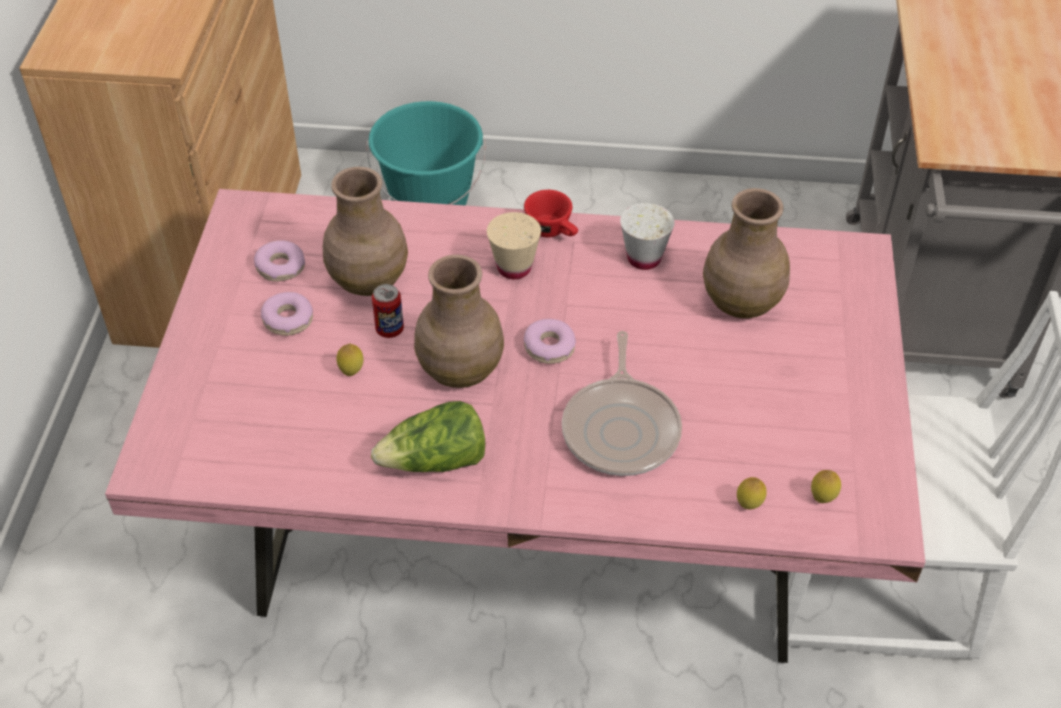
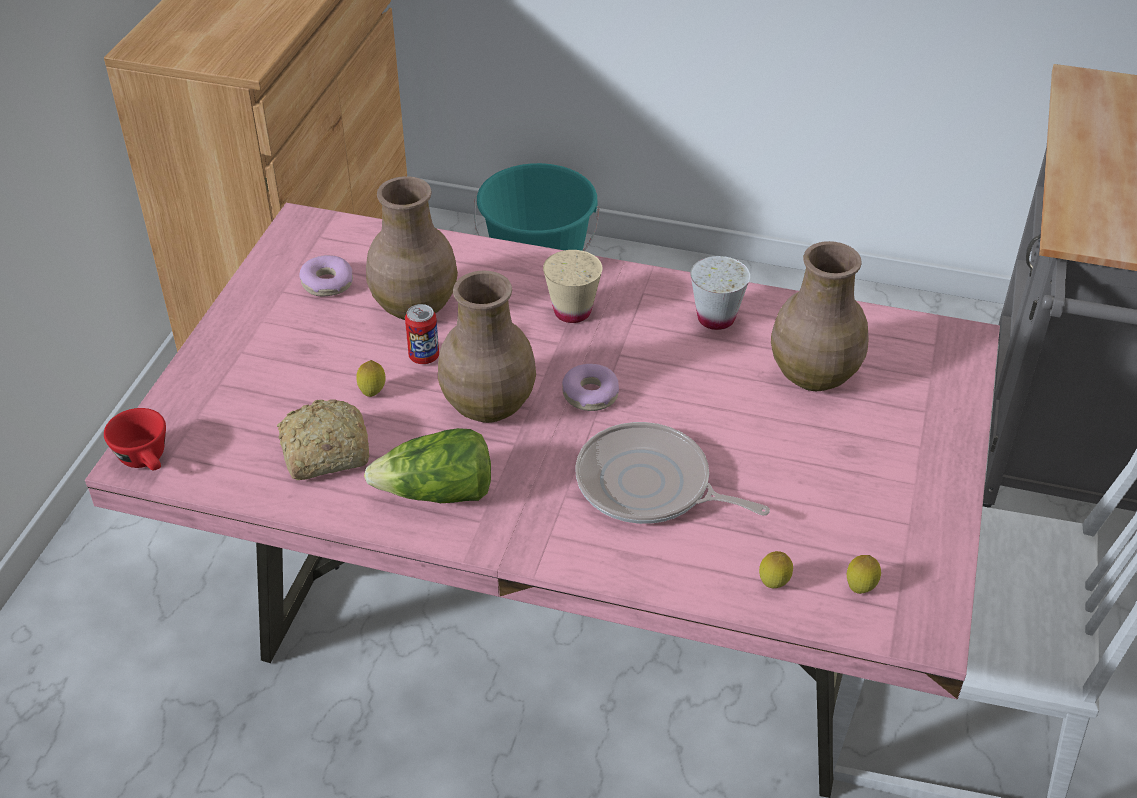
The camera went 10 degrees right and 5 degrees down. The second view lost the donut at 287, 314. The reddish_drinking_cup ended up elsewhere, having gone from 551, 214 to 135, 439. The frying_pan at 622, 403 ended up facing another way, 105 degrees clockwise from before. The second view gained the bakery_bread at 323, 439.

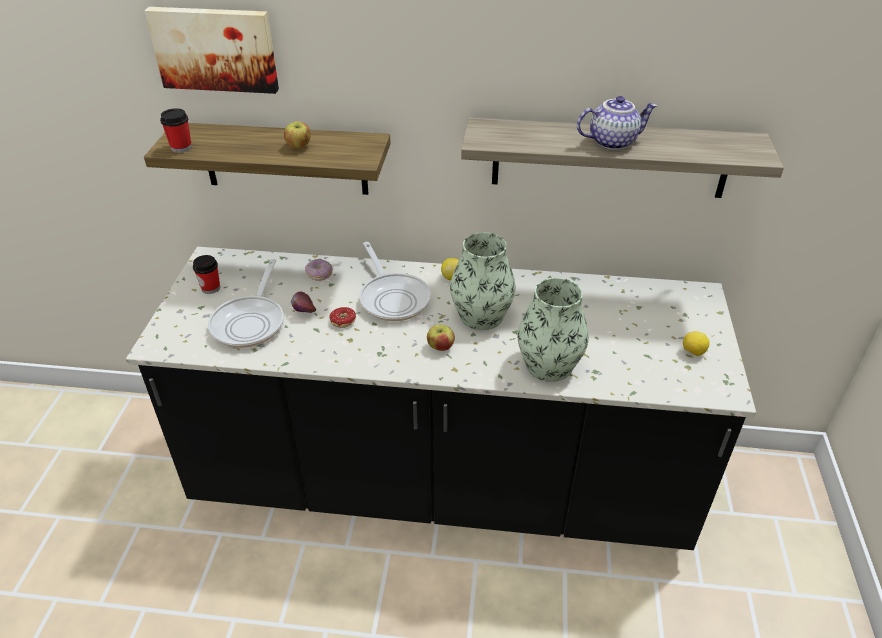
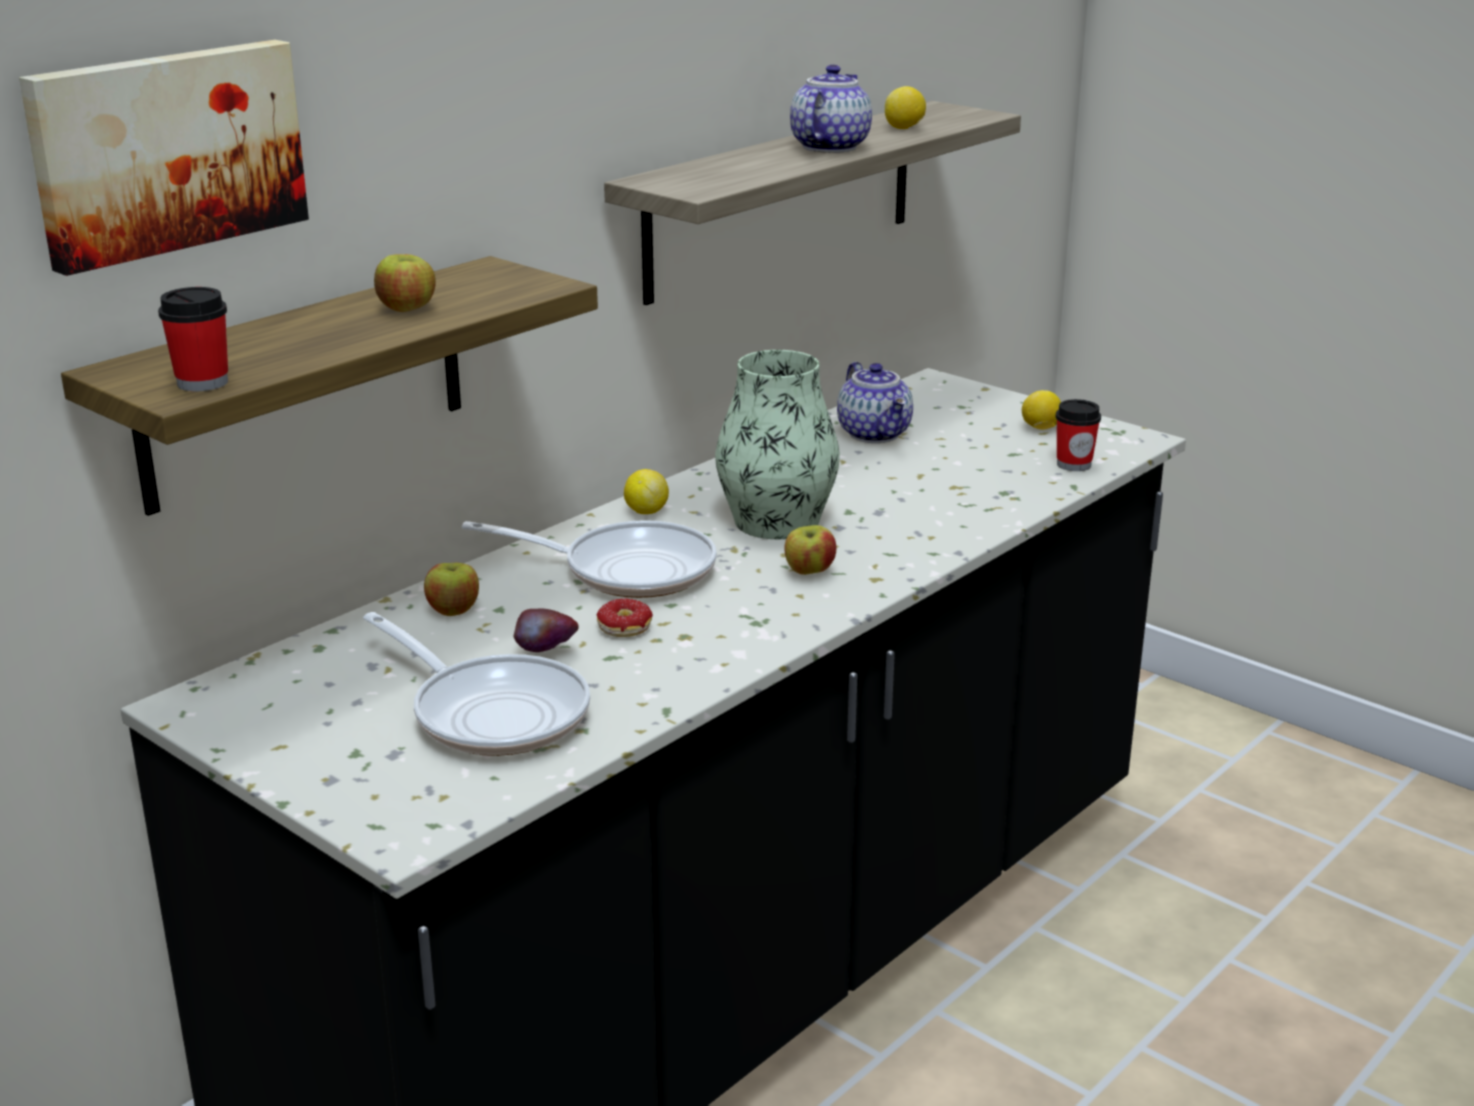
The camera went 55 degrees left and 15 degrees down. The drinking_cup ended up elsewhere, having gone from 206, 274 to 1078, 435. Where the donut stood at 319, 270, the whole_apple came to stand at 451, 589. The second view lost the vase at 553, 330. The second view gained the teapot at 875, 402. The second view gained the whole_lemon at 905, 107.

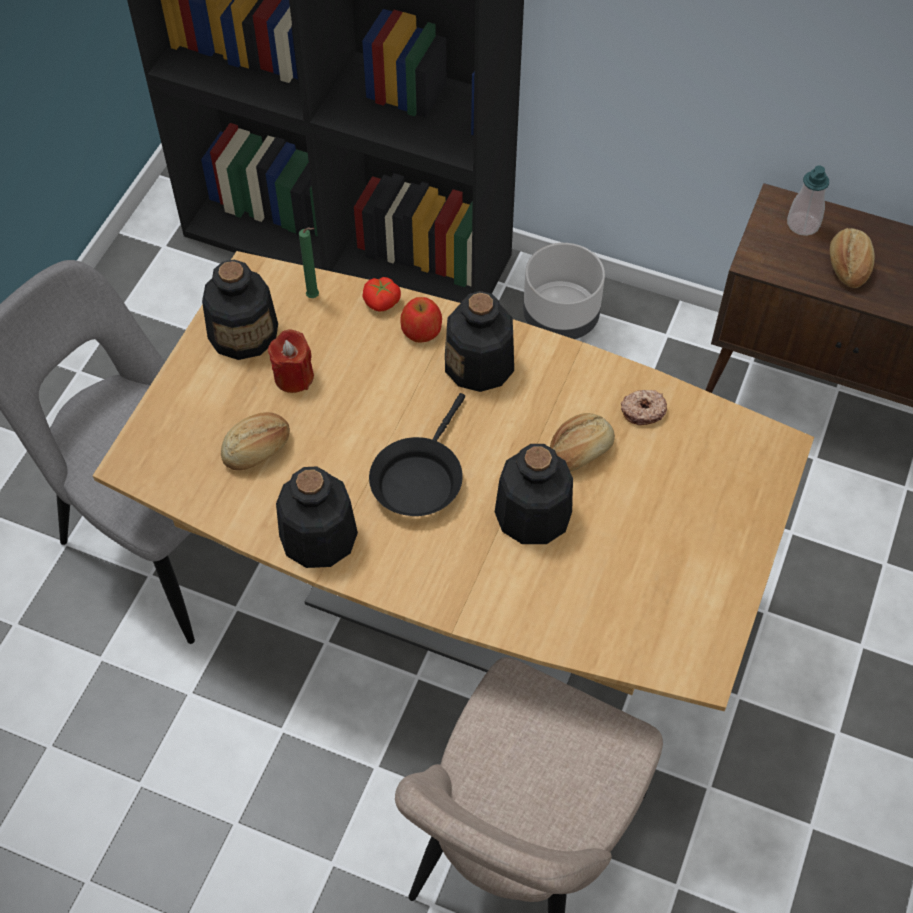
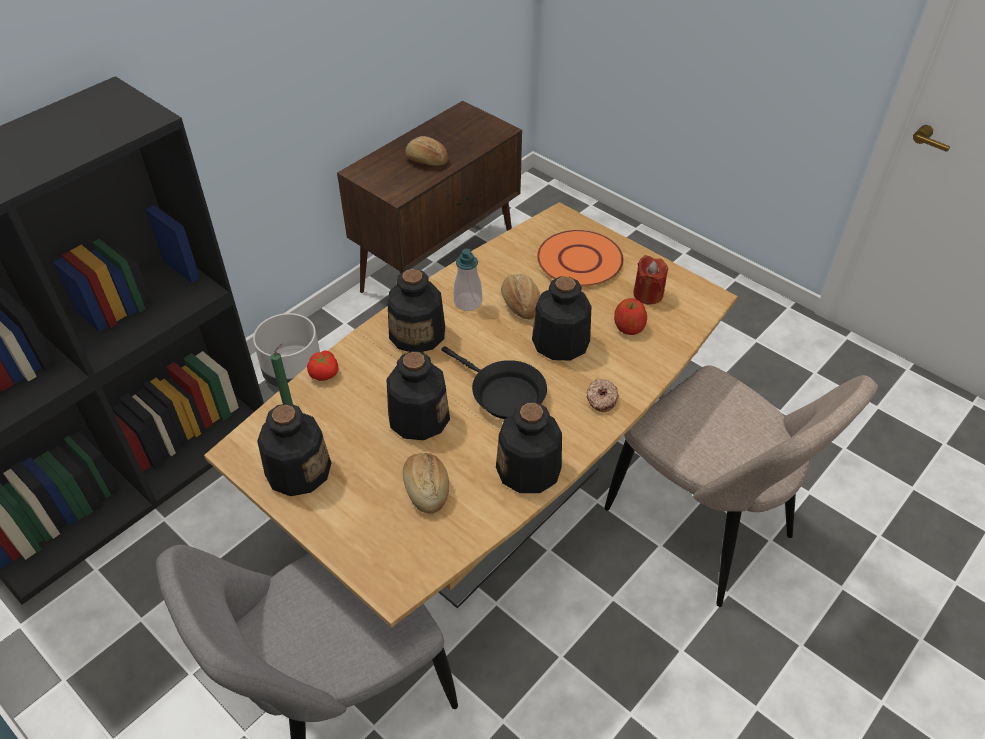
The camera went 70 degrees left and 10 degrees down. The reddish_wax_candle ended up elsewhere, having gone from 291, 361 to 650, 279. The whole_apple ended up elsewhere, having gone from 421, 320 to 630, 316. The donut ended up elsewhere, having gone from 644, 407 to 603, 395. The soap_bottle ended up elsewhere, having gone from 808, 201 to 468, 279. The second view gained the beverage_bottle at 418, 395. The second view gained the orangey_dinner_plate at 580, 258.

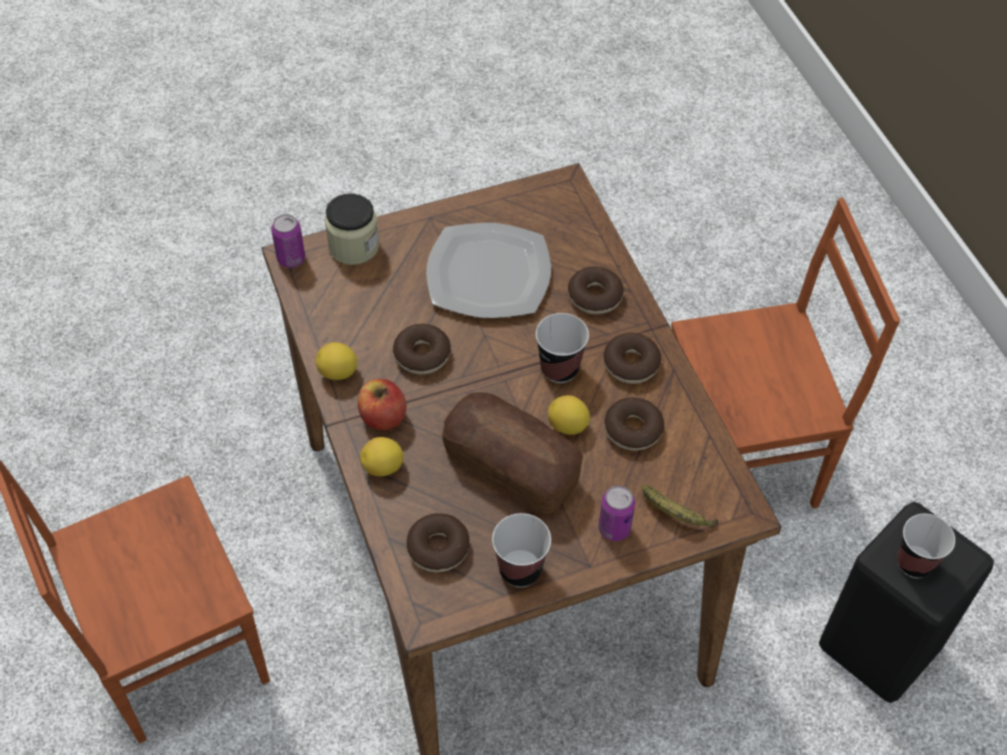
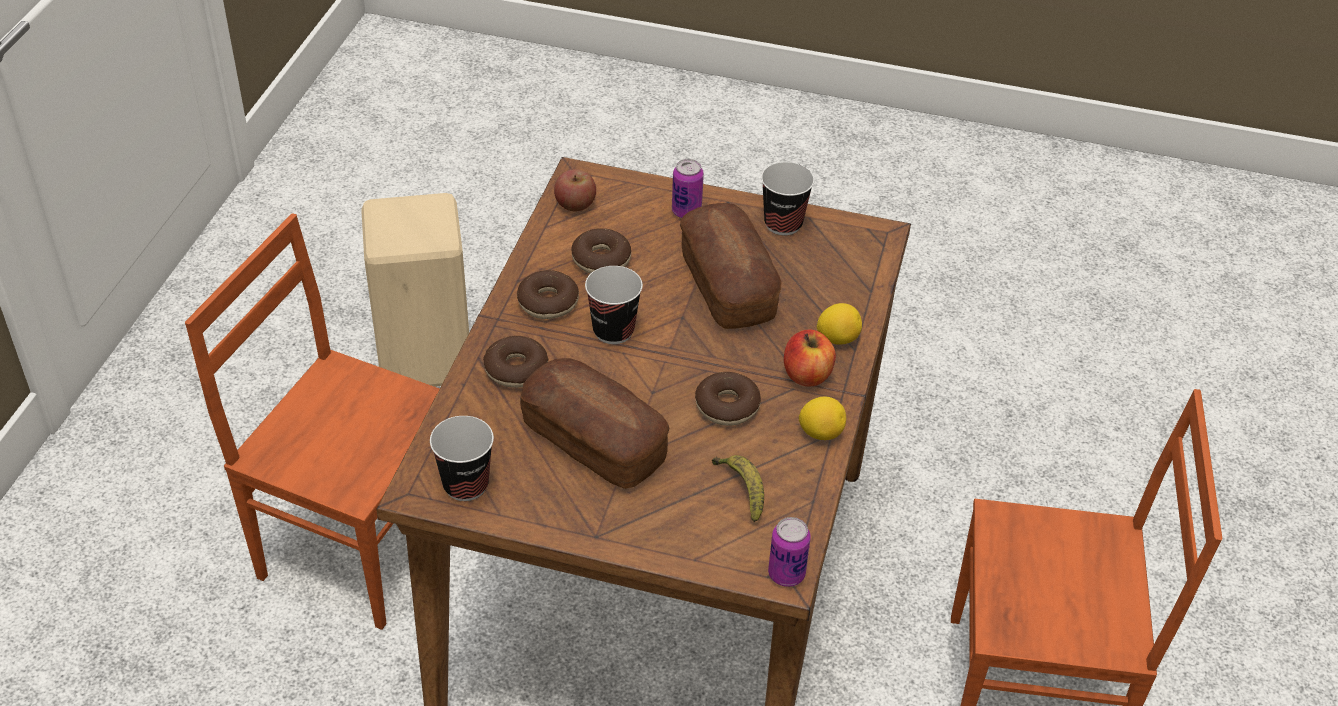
The camera went 145 degrees left and 10 degrees down. The second view lost the storage_jar at 352, 229. The second view lost the donut at 438, 542. Where the dinner_plate stood at 488, 270, the bakery_bread came to stand at 594, 423. The second view lost the whole_lemon at 569, 415. The banana_fruit ended up elsewhere, having gone from 680, 506 to 738, 488. What was the black_stool at 906, 602 turned into the beige_stool at 415, 290. The drinking_cup ended up elsewhere, having gone from 926, 546 to 462, 458. The second view gained the whole_apple at 575, 190.

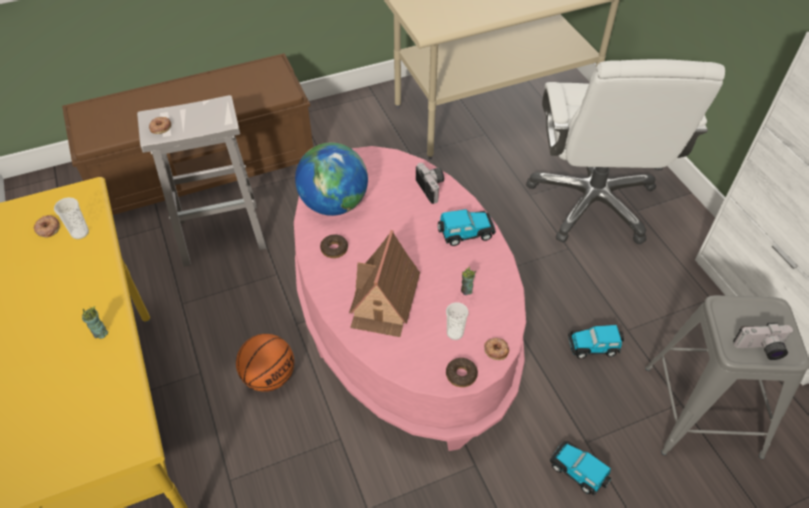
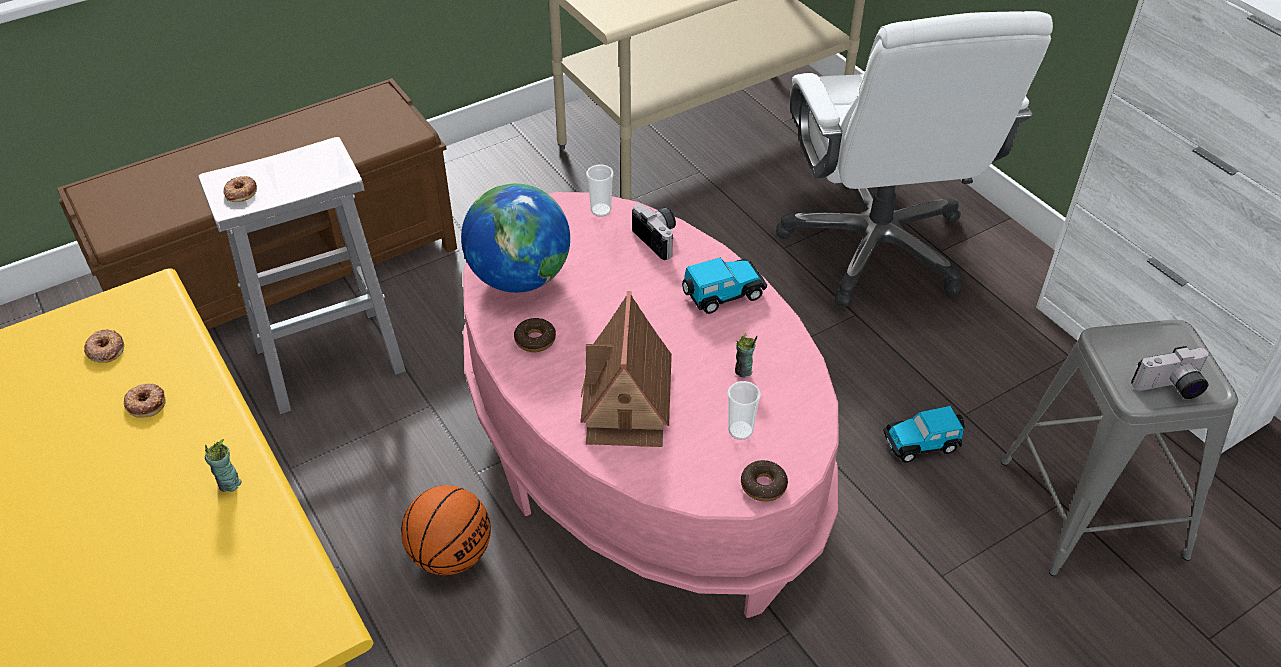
The camera went 10 degrees left and 5 degrees down. The drinking_cup ended up elsewhere, having gone from 71, 218 to 600, 191. The donut ended up elsewhere, having gone from 496, 349 to 145, 401. The second view lost the toy_car at 580, 468.

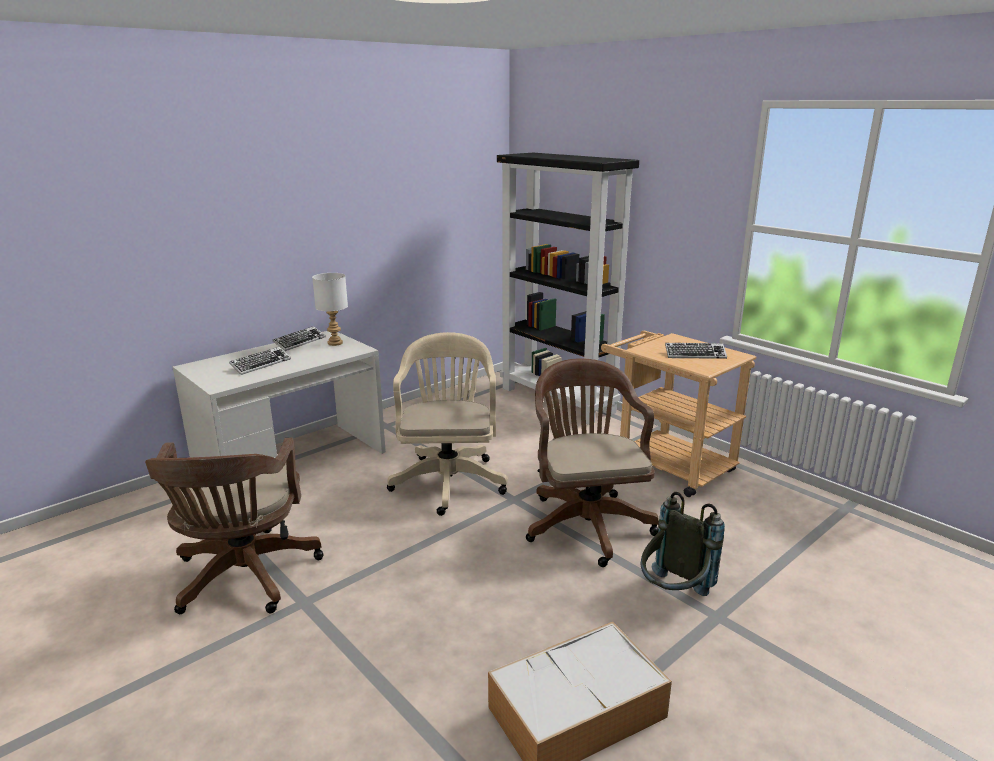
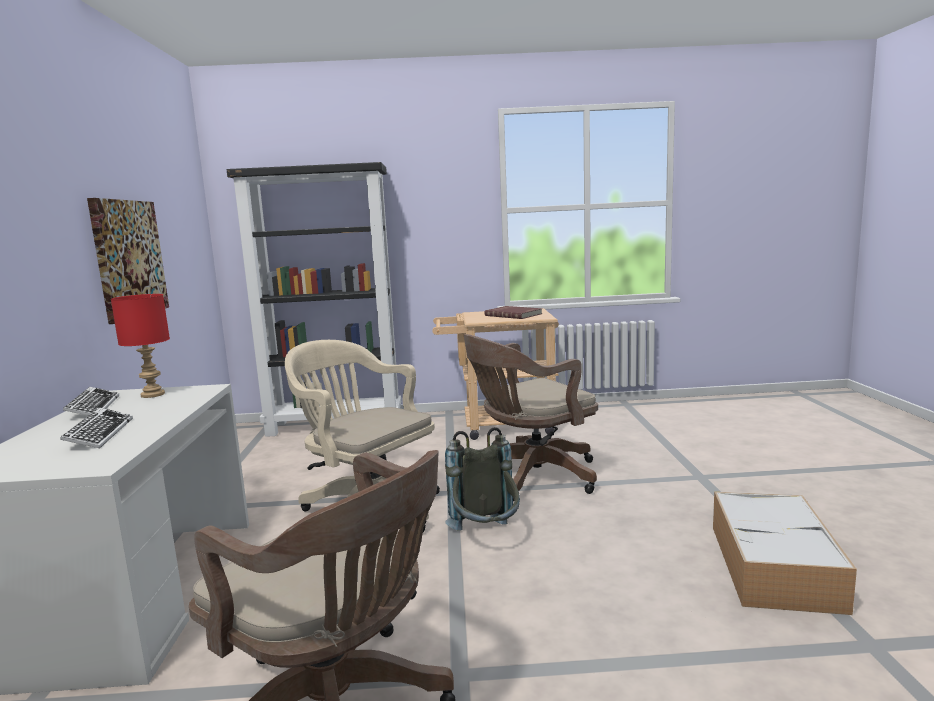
The camera went 50 degrees left and 10 degrees down. What was the white_table_lamp at 330, 309 turned into the reddish_table_lamp at 140, 346. The brown-coloured_desk_chair at 592, 462 ended up facing another way, 60 degrees counterclockwise from before. The gray_knapsack ended up elsewhere, having gone from 682, 544 to 482, 479. Where the keyboard stood at 696, 351, the reddish_book came to stand at 513, 312. The second view gained the wall_picture at 128, 261.

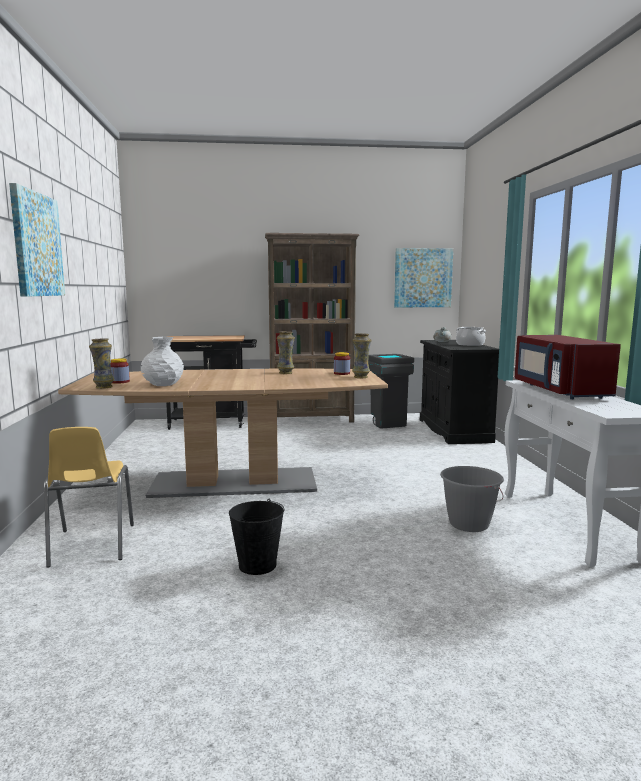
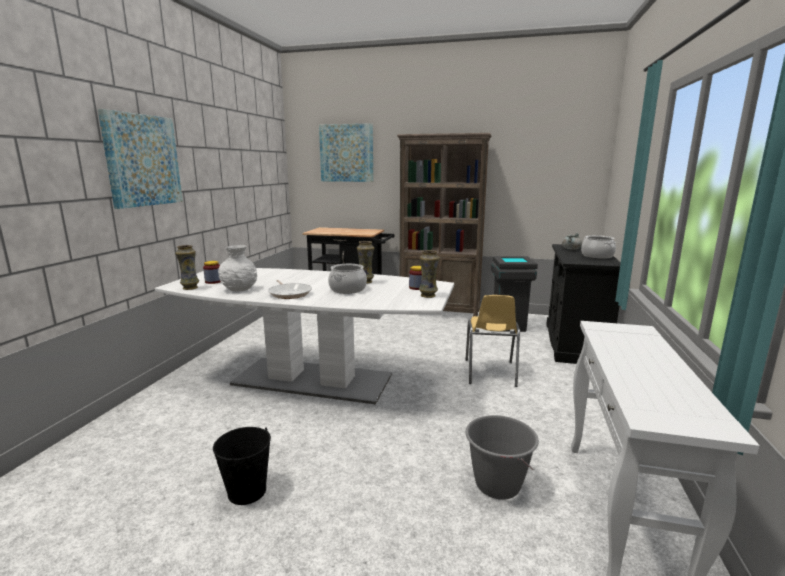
The camera went 20 degrees right and 5 degrees up. The yellowish_plain_chair ended up elsewhere, having gone from 89, 497 to 492, 341. What was the brown-coloured_dinner_table at 223, 433 turned into the white_dinner_table at 304, 336. The wall_picture ended up elsewhere, having gone from 423, 277 to 346, 152. The second view lost the reddish_microwave_oven at 568, 367. The second view gained the frying_pan at 290, 289. The second view gained the cooking_pot at 347, 279.

